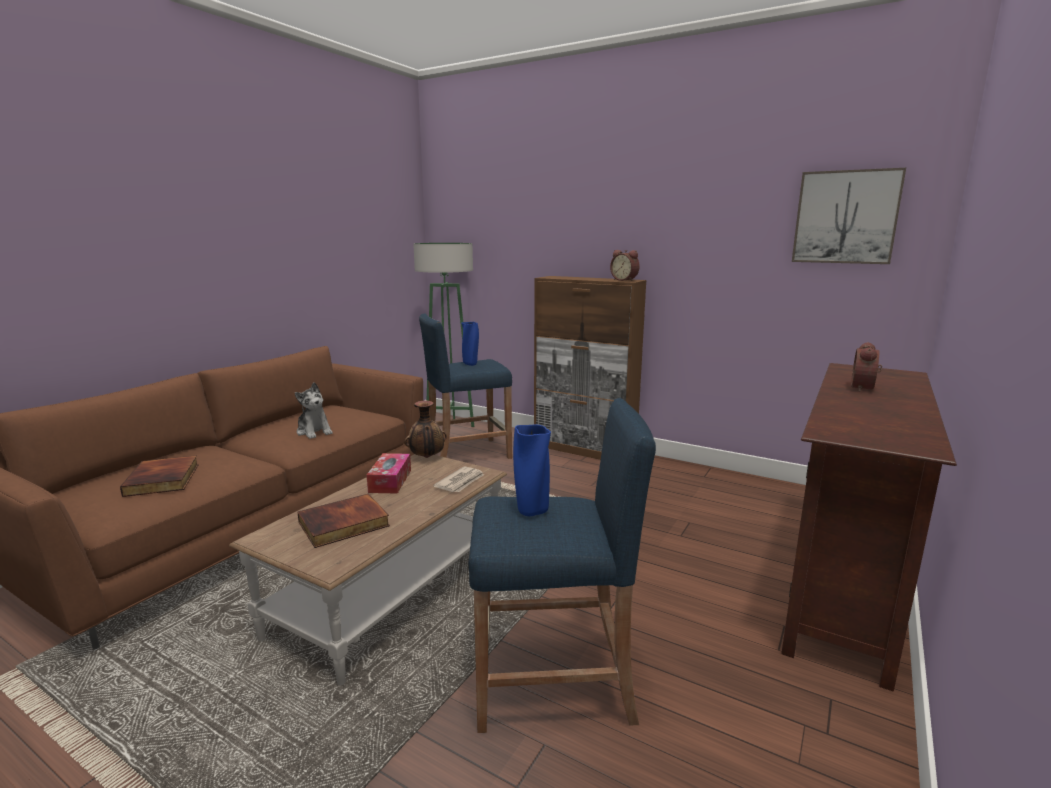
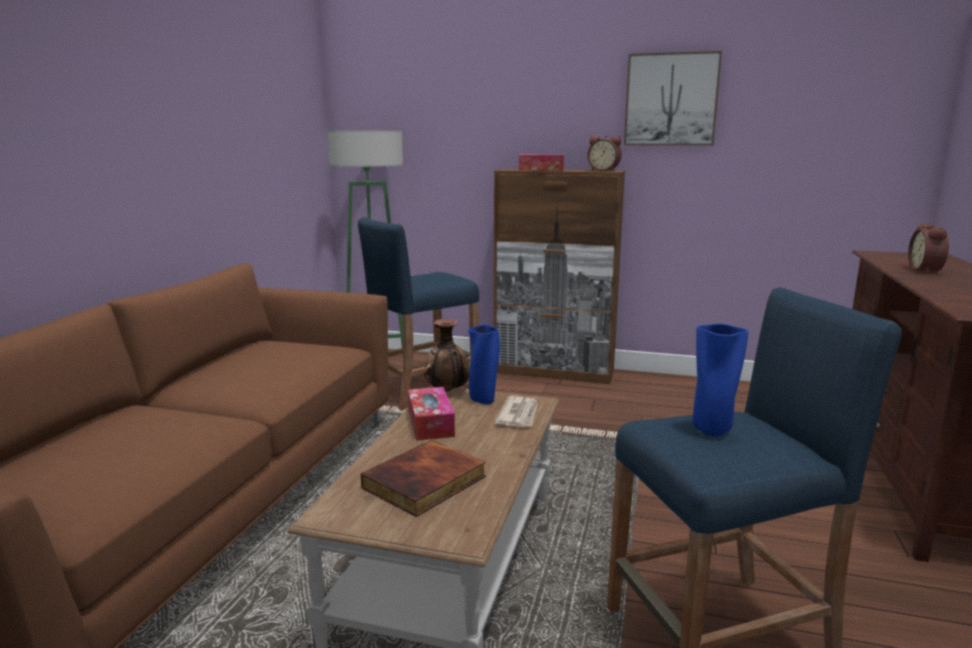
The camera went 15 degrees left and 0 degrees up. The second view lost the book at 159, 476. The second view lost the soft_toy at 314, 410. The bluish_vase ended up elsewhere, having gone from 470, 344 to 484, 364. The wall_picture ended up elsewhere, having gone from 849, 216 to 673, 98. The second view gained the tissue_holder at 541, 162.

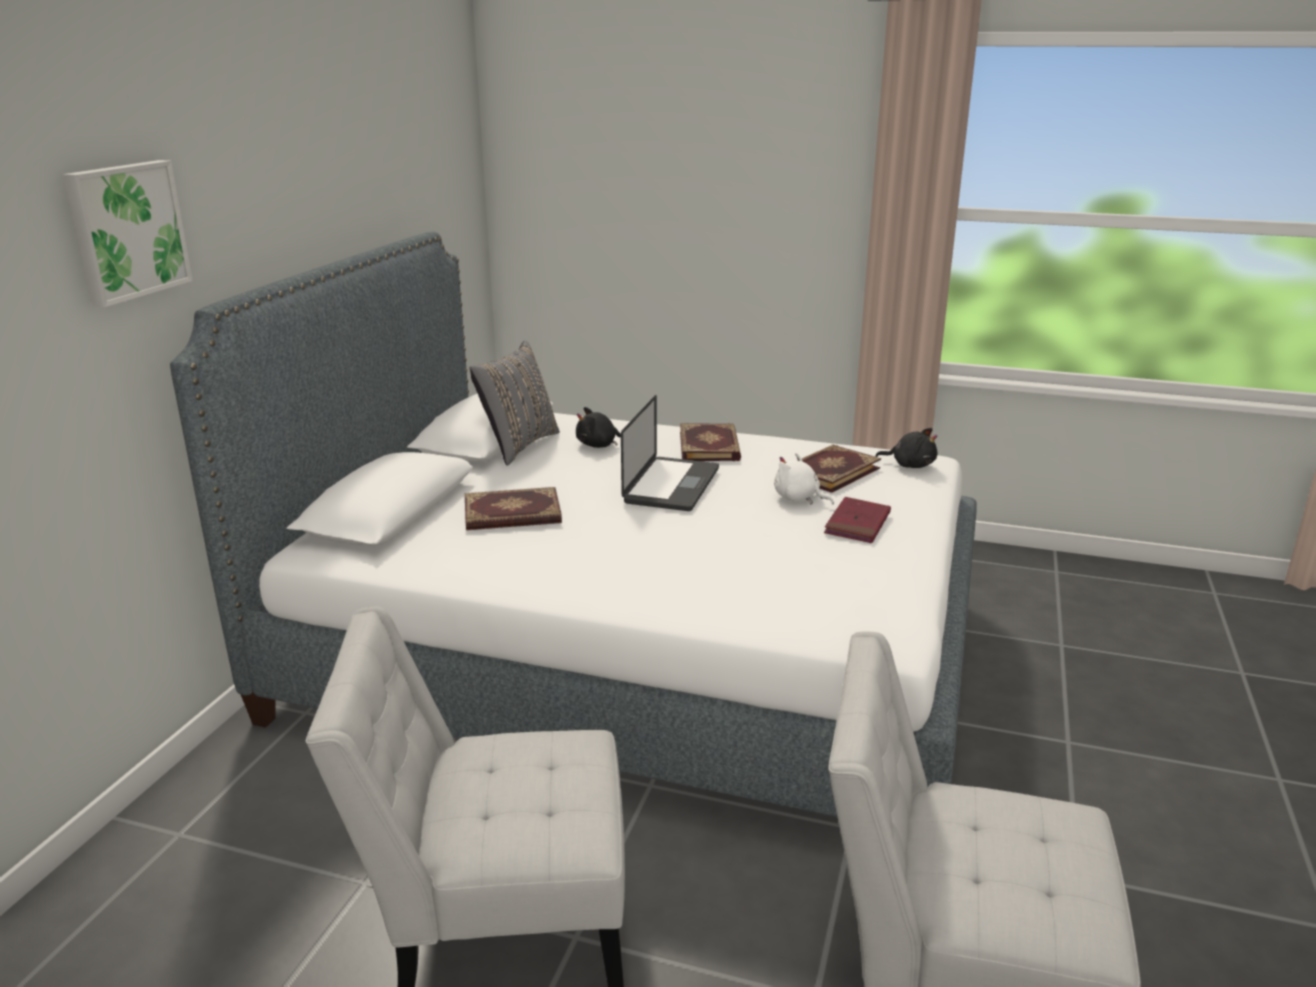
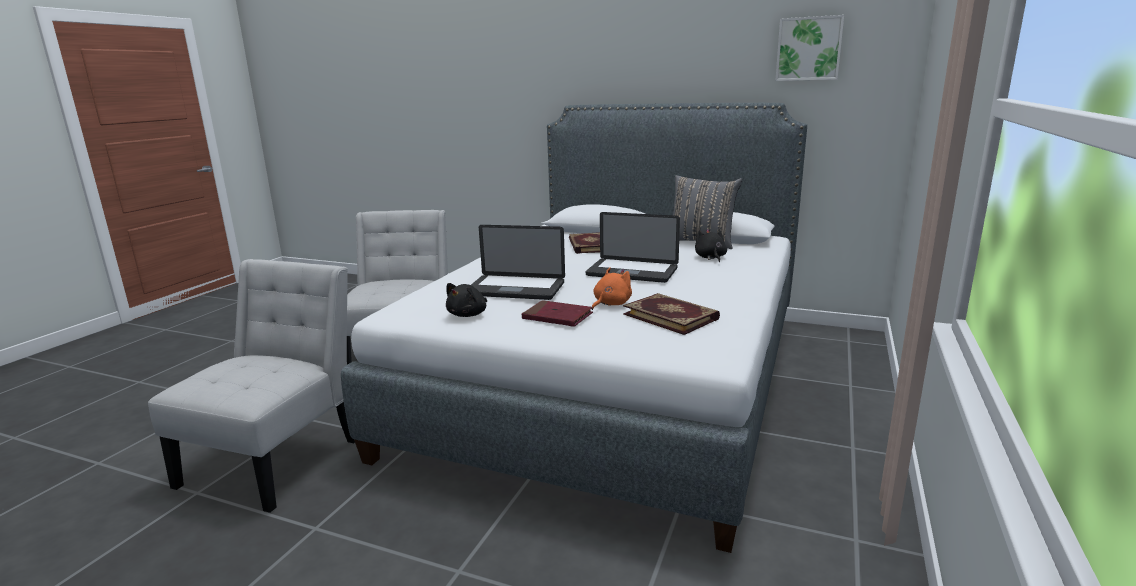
The camera went 95 degrees right and 5 degrees down. The wall_picture ended up elsewhere, having gone from 128, 233 to 809, 48. The second view lost the book at 710, 442. What was the white_soft_toy at 804, 479 turned into the orangey_soft_toy at 612, 288. The black_soft_toy ended up elsewhere, having gone from 906, 448 to 466, 300. The second view gained the portable_computer at 518, 262.

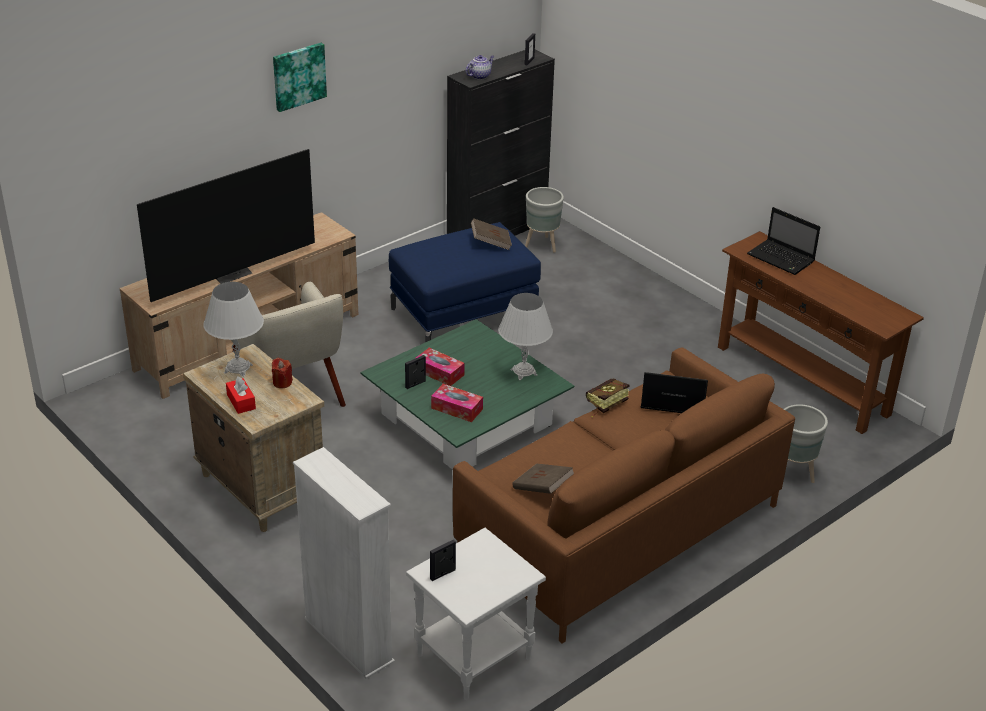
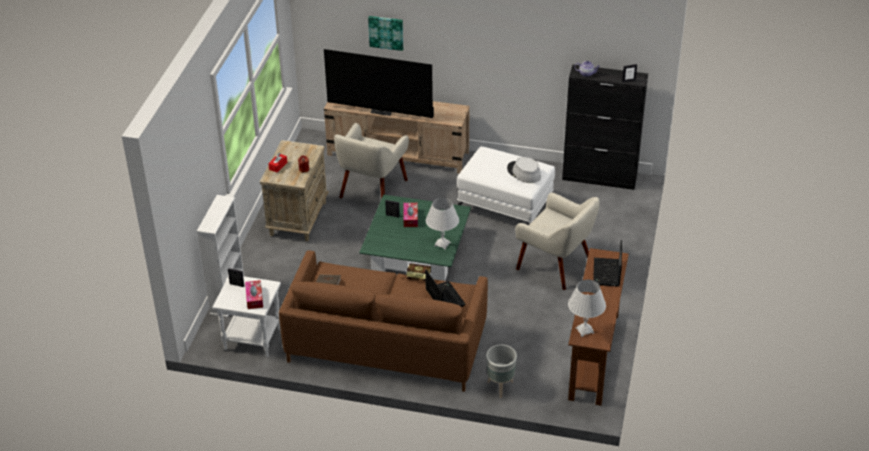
The camera went 55 degrees right and 5 degrees up. The white_table_lamp ended up elsewhere, having gone from 234, 329 to 587, 308. The wall_picture ended up elsewhere, having gone from 300, 77 to 385, 33. What was the bluish_pouffe at 465, 282 turned into the white_pouffe at 506, 185. The tissue_holder ended up elsewhere, having gone from 457, 403 to 254, 294. Where the brown-coloured_book stood at 491, 234, the gray_wearable_hat came to stand at 524, 170. The second view lost the gray_flower_pot at 544, 220. The second view gained the beige_armchair at 557, 241.

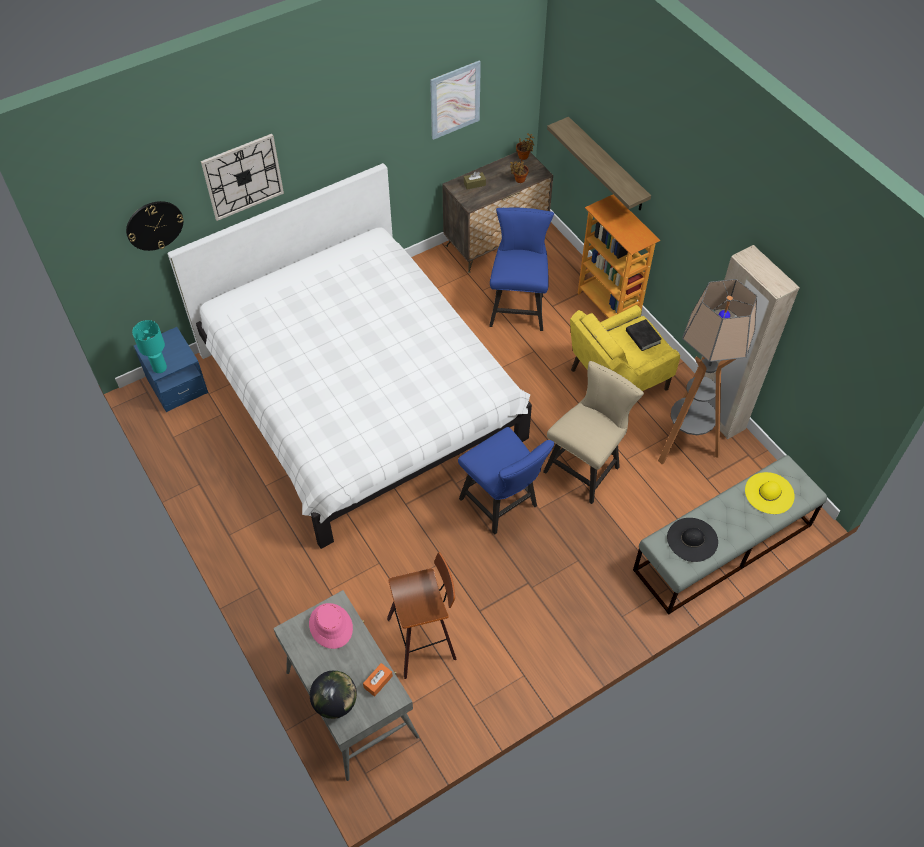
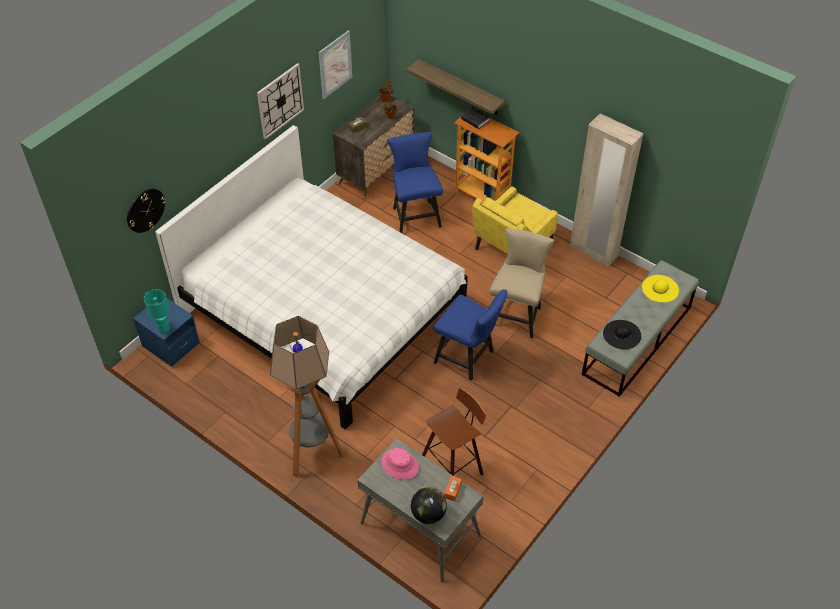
The camera went 20 degrees left and 5 degrees down. The wall_clock ended up elsewhere, having gone from 242, 177 to 280, 101. The black_book ended up elsewhere, having gone from 644, 335 to 475, 118. The floor_lamp ended up elsewhere, having gone from 707, 371 to 306, 397.

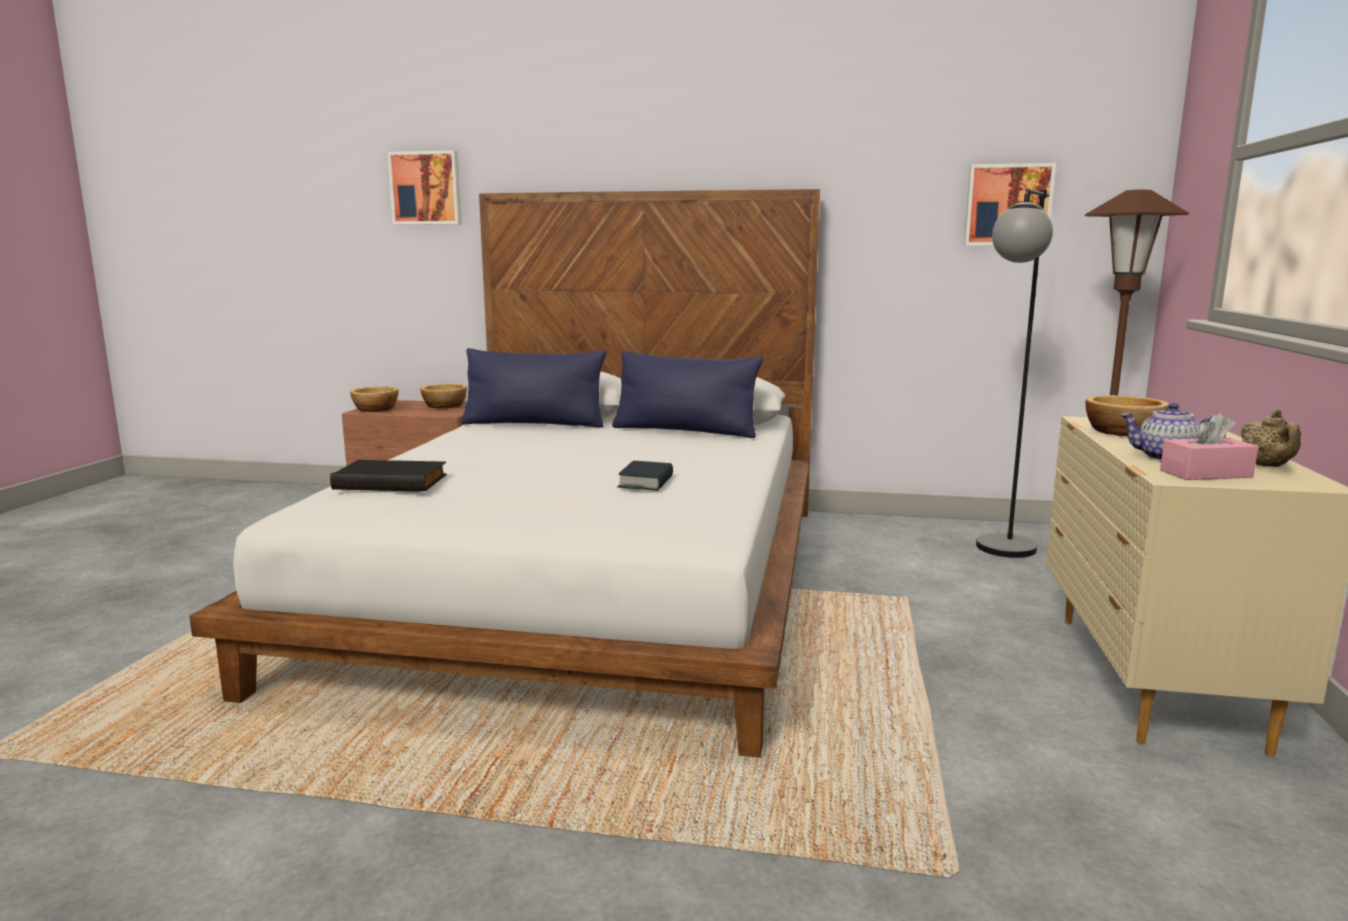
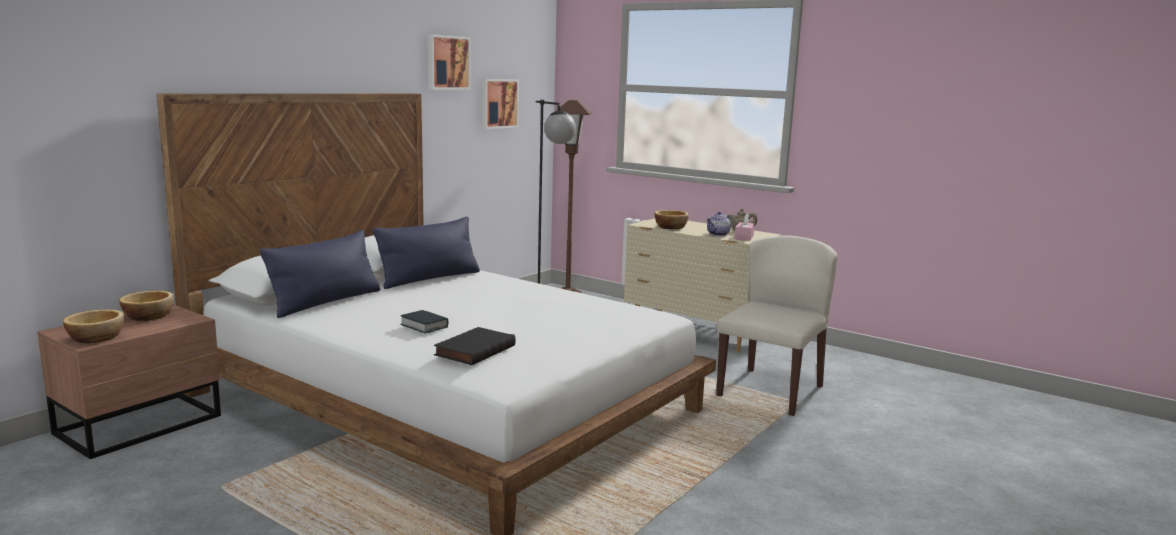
The camera went 65 degrees left and 0 degrees up. The wall_picture ended up elsewhere, having gone from 424, 187 to 449, 62. The book ended up elsewhere, having gone from 645, 476 to 424, 321. The second view gained the beige_plain_chair at 776, 326.

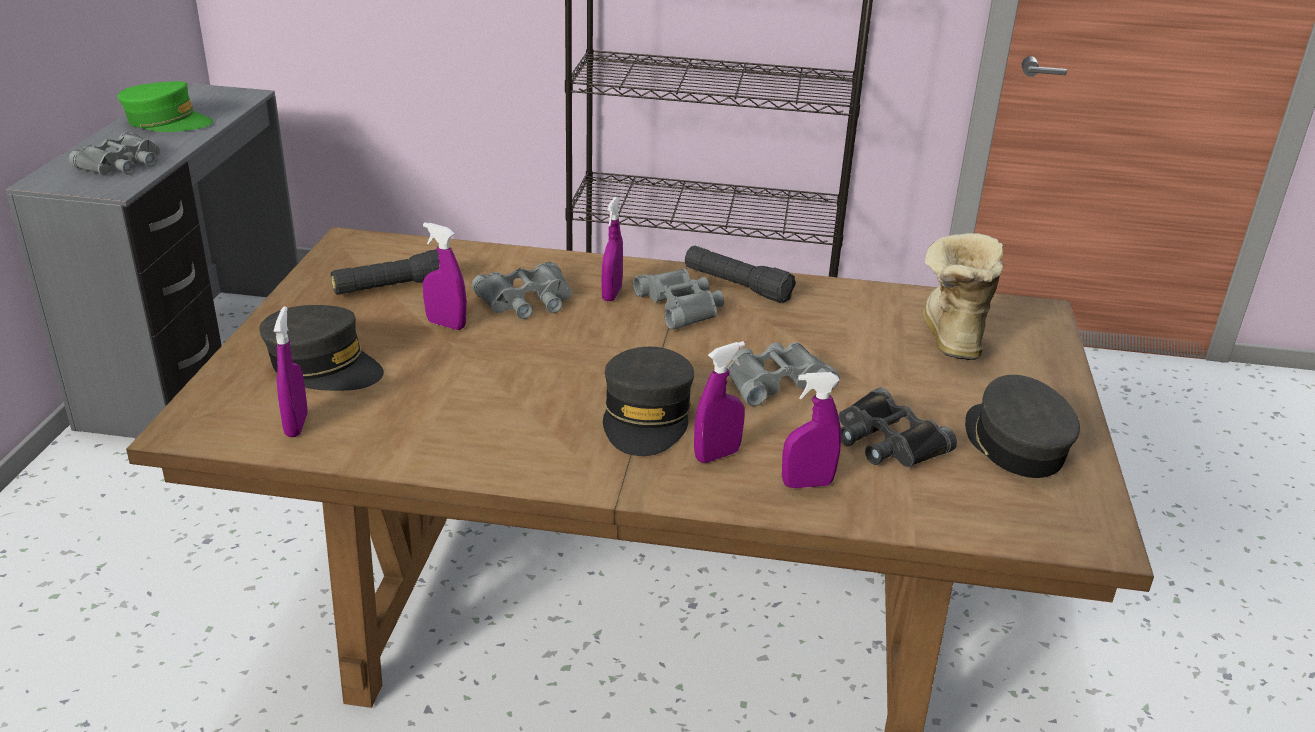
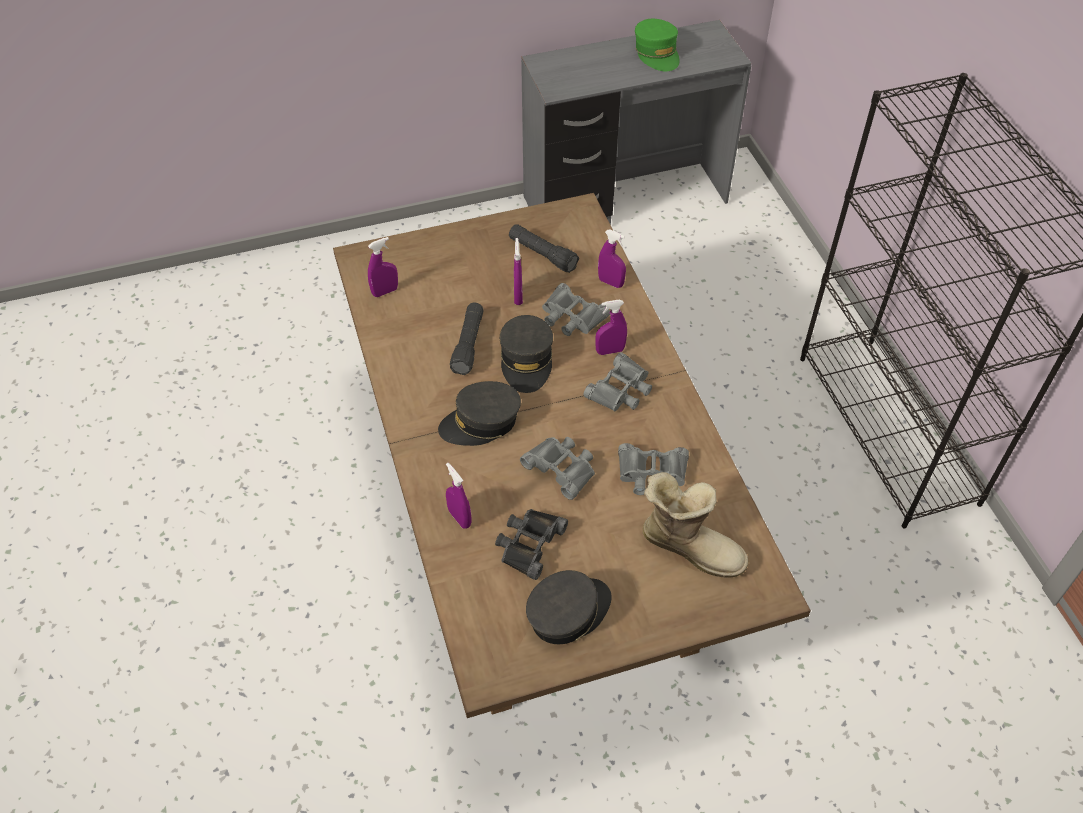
The camera went 65 degrees right and 20 degrees up. The gray_pair_of_binoculars ended up elsewhere, having gone from 114, 153 to 653, 469. The gray_baseball_cap ended up elsewhere, having gone from 321, 348 to 526, 354. The black_torch ended up elsewhere, having gone from 740, 274 to 467, 339. The purple-coloured_spray_bottle ended up elsewhere, having gone from 719, 402 to 612, 259. The boot at 963, 296 ended up facing another way, 45 degrees clockwise from before.

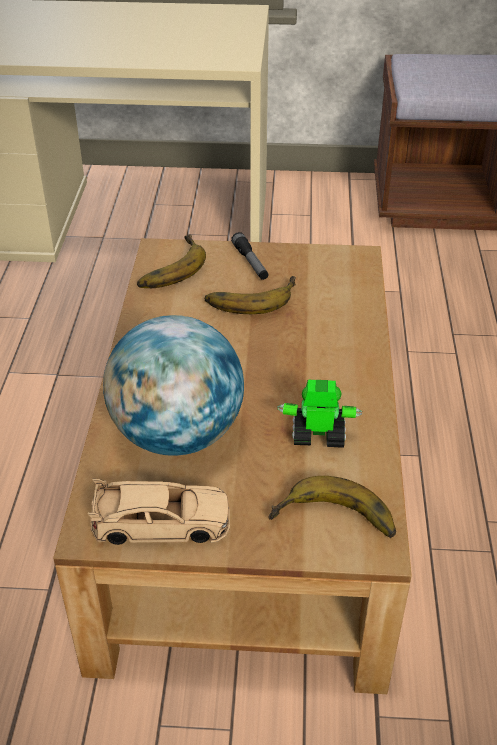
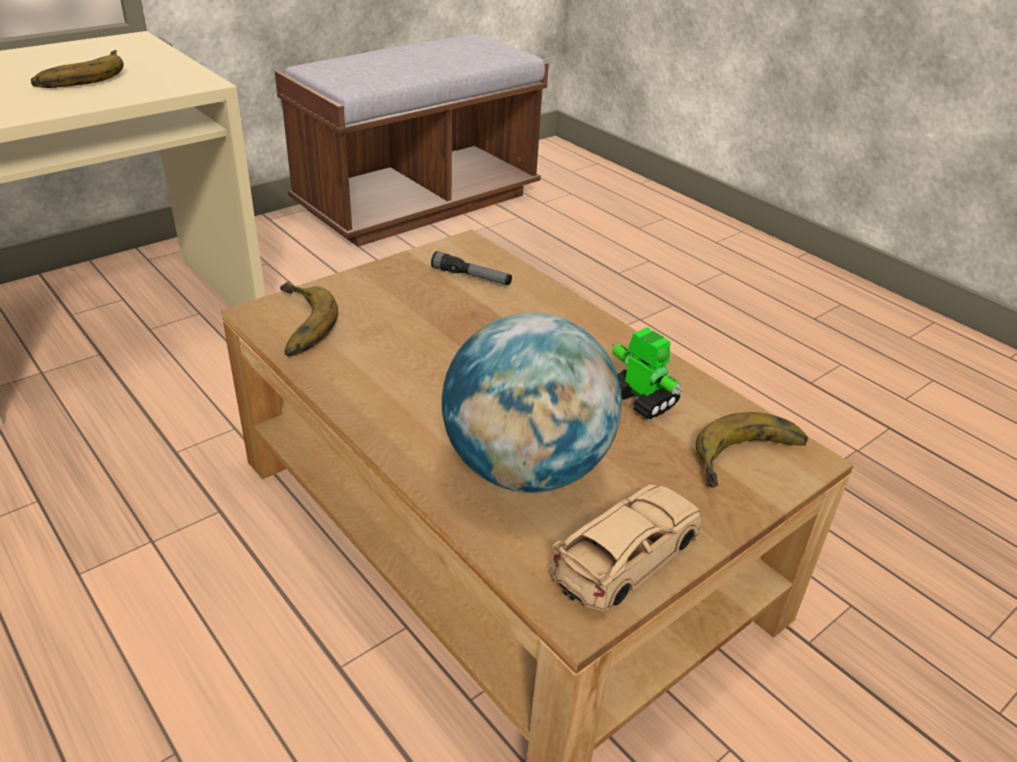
The camera went 45 degrees left and 5 degrees down. The banana_fruit ended up elsewhere, having gone from 250, 295 to 77, 69. The torch ended up elsewhere, having gone from 249, 256 to 471, 268. The model_robot at 319, 414 ended up facing another way, 90 degrees clockwise from before.

